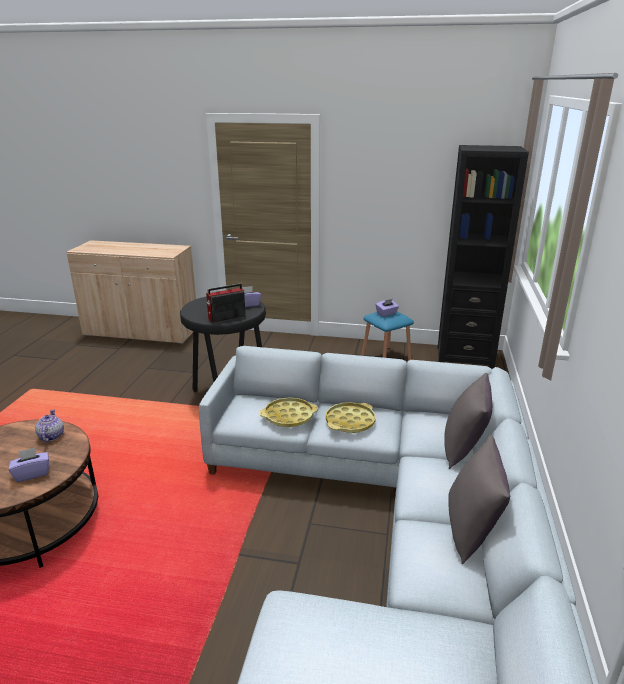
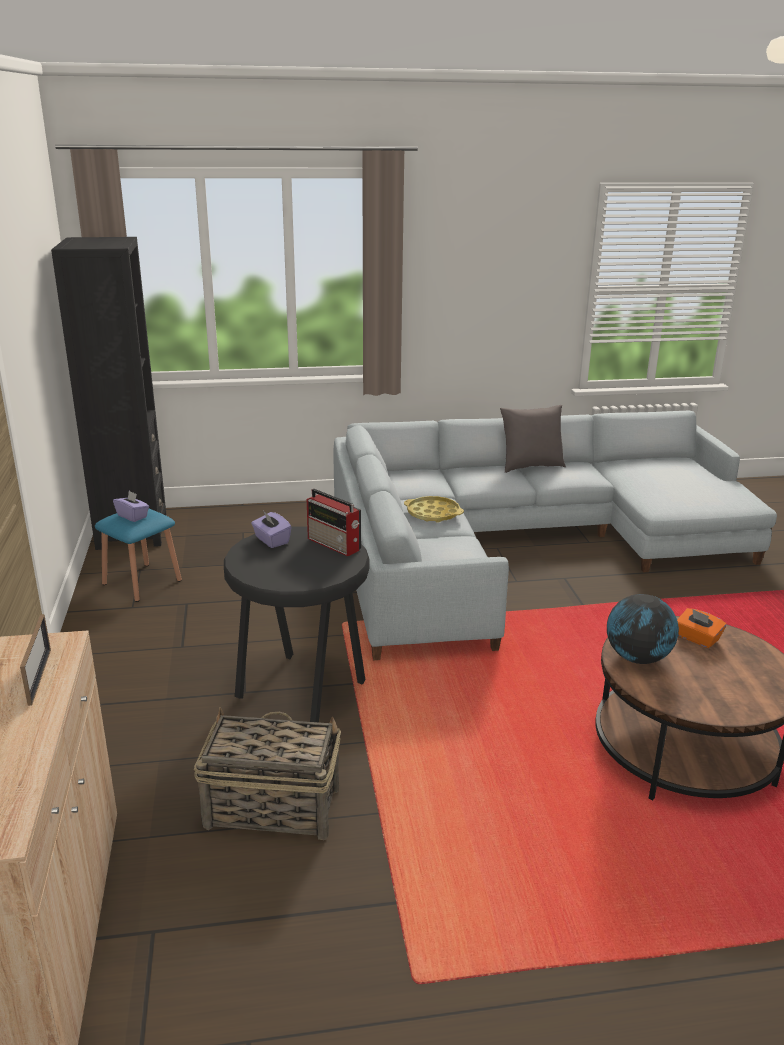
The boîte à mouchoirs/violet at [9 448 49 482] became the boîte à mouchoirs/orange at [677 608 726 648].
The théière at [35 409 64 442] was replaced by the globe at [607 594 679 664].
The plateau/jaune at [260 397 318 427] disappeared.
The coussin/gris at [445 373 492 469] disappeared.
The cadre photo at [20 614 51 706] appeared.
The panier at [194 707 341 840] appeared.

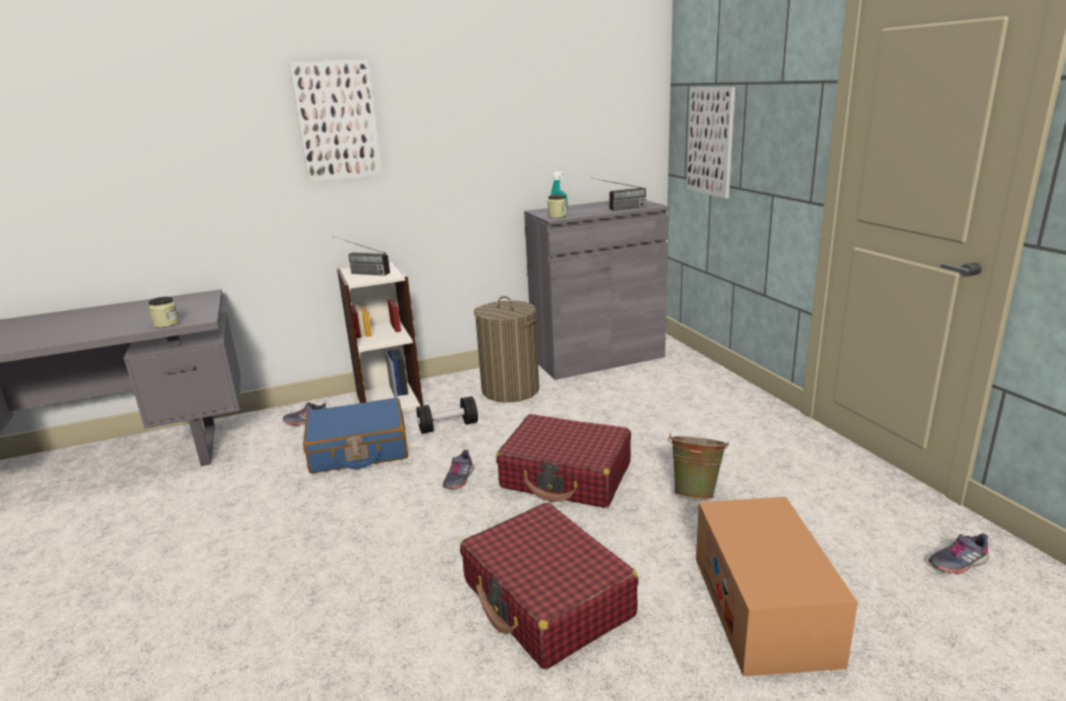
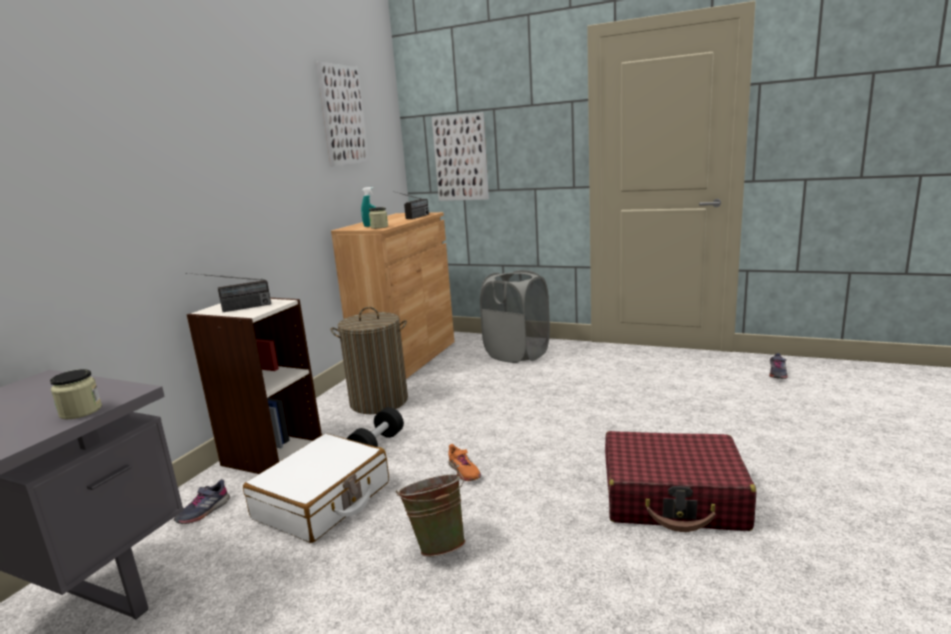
The tableau moved from [289 59 383 182] to [316 62 369 166].
The valise/bleu at [303 398 408 473] became the valise/blanc at [243 434 389 543].
The chaussure/gris at [443 450 474 489] became the chaussure/orange at [448 444 481 481].
The valise/rouge at [496 414 631 508] disappeared.
The meuble de rangement/gris at [524 200 669 380] became the meuble de rangement/marron at [331 212 454 379].
The seau/vert moved from [669 434 729 499] to [396 470 465 557].
The carton at [696 497 858 676] disappeared.
The panier à linge/gris at [480 270 550 363] appeared.

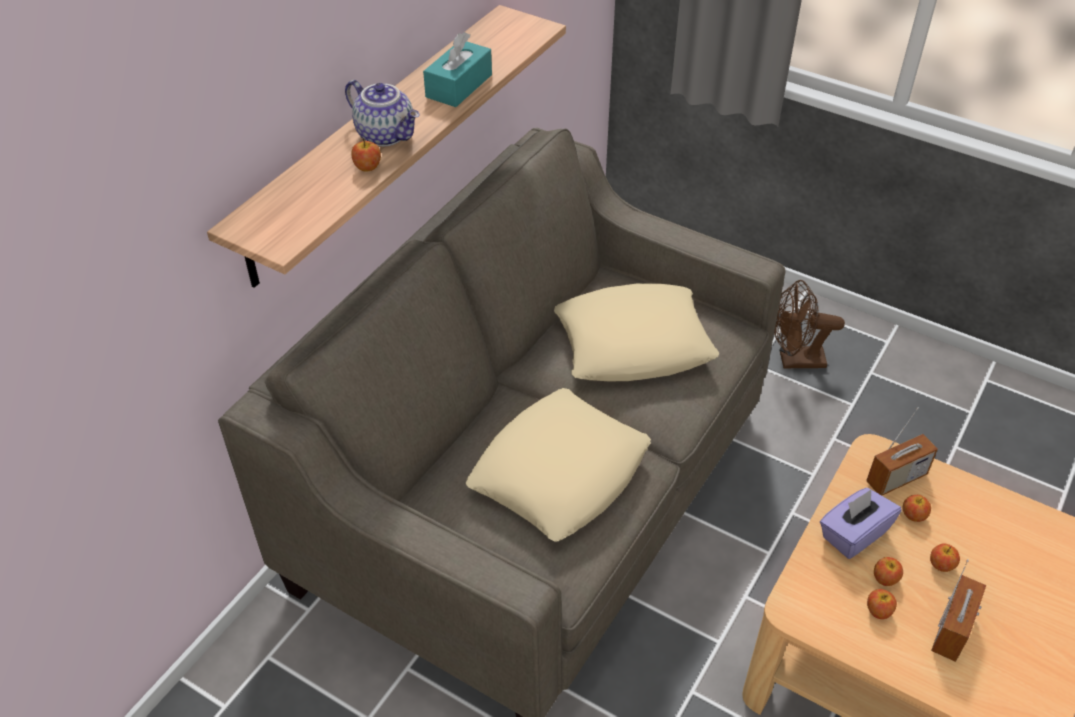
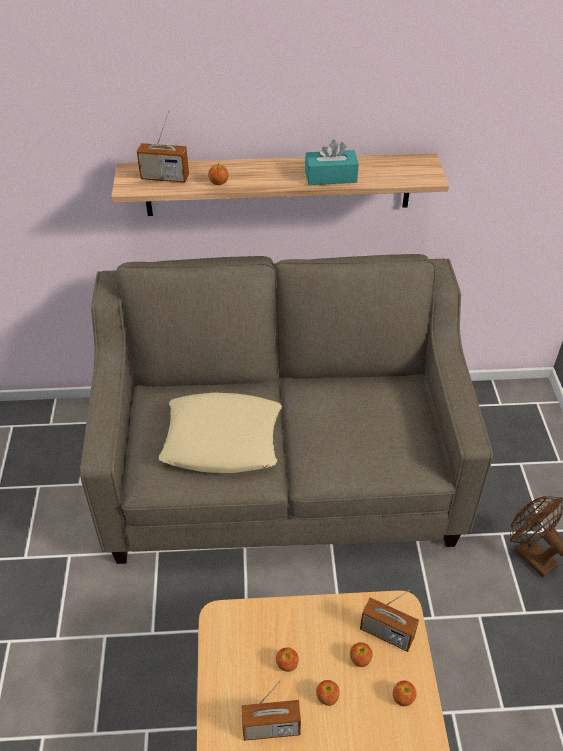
The théière at [345 80 420 146] disappeared.
The coussin/beige at [554 283 719 381] disappeared.
The boîte à mouchoirs/violet at [820 488 901 559] disappeared.
The pomme moved from [867 589 897 619] to [393 681 417 706].
The radio at [137 111 189 183] appeared.

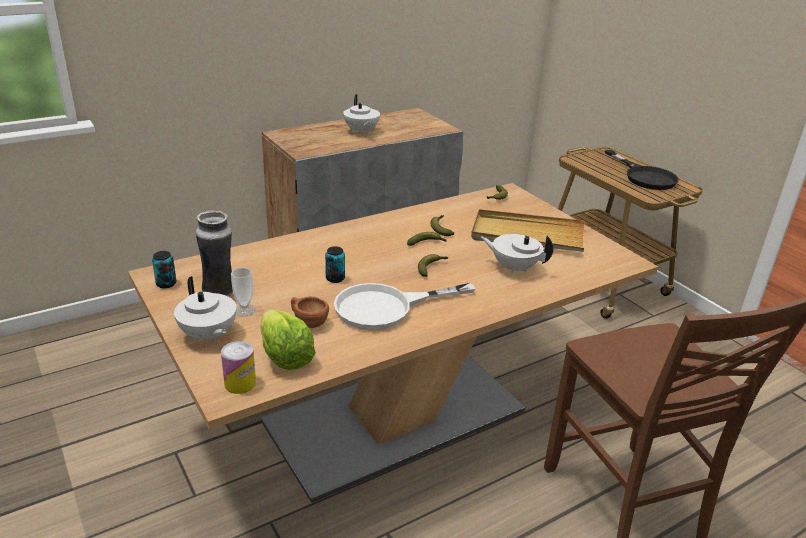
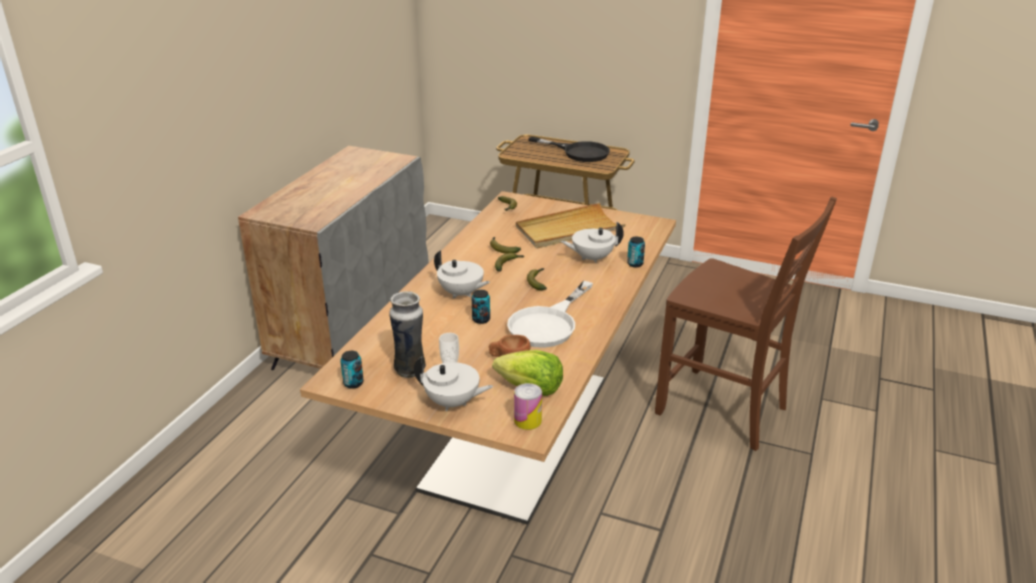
The théière/blanc moved from [343 94 380 135] to [434 250 490 299].
The boîte métallique at [627 237 645 267] appeared.

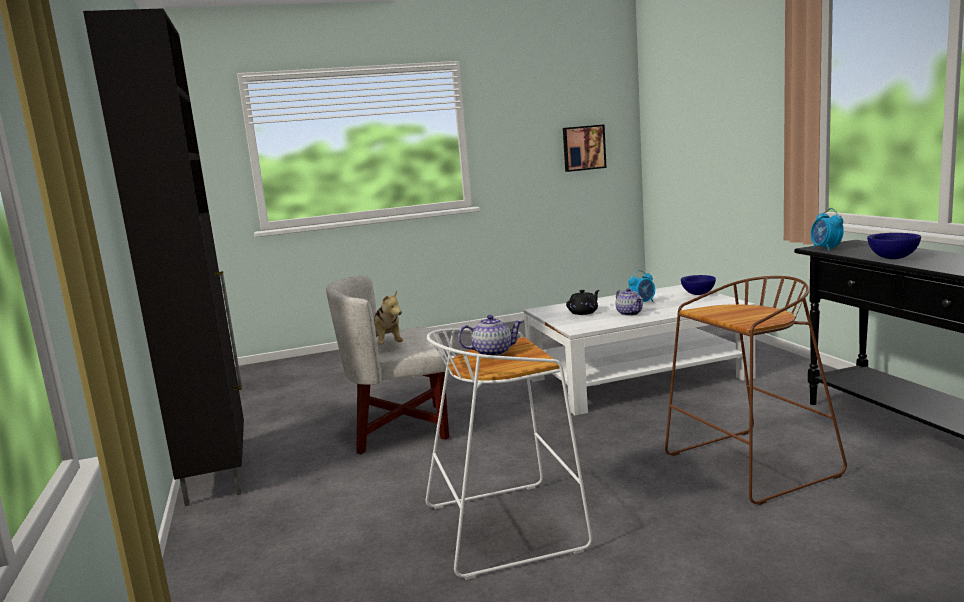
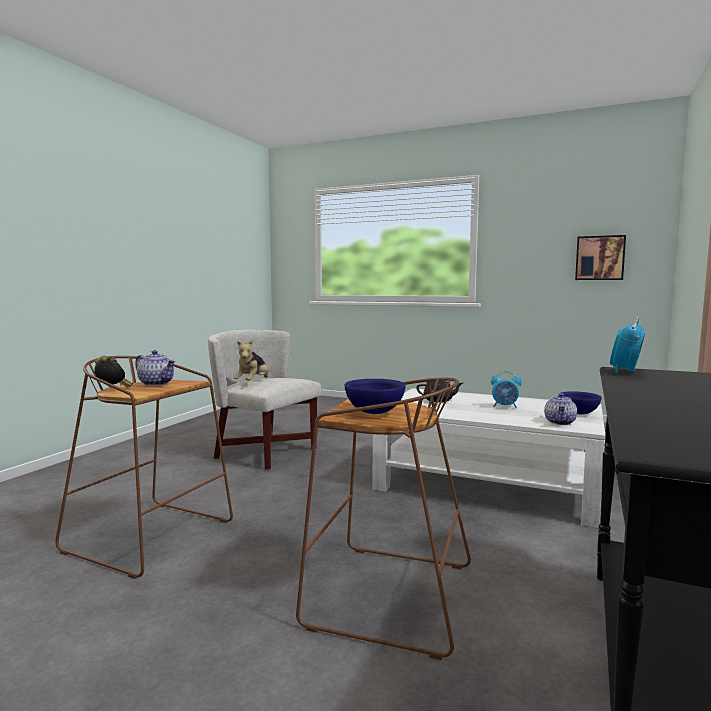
The meuble de rangement/noir at [83 8 244 506] disappeared.
The tabouret/blanc at [426 328 593 580] became the tabouret/marron at [55 356 233 579].
The théière moved from [616 288 643 316] to [544 393 577 425].
The bol/bleu moved from [867 233 921 259] to [345 379 406 414].
The réveil at [94 355 133 387] appeared.

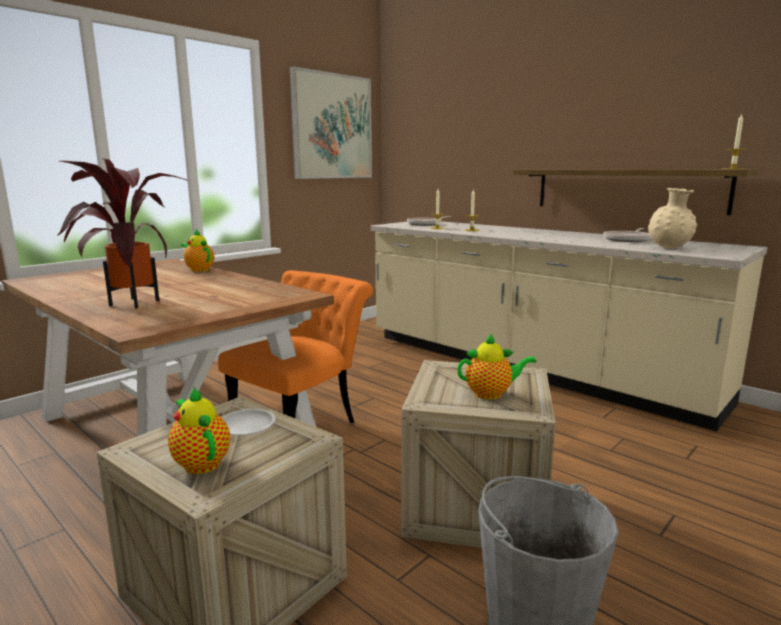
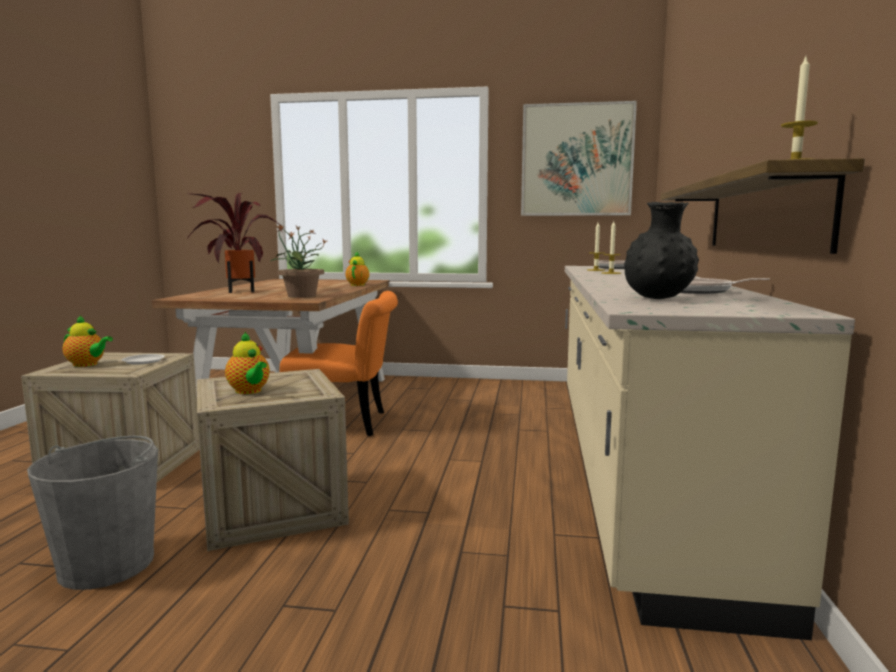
The théière at [168 387 230 474] turned 90 degrees clockwise.
The vase/beige at [648 188 697 248] became the vase/noir at [624 202 699 299].
The plante en pot at [270 225 327 298] appeared.

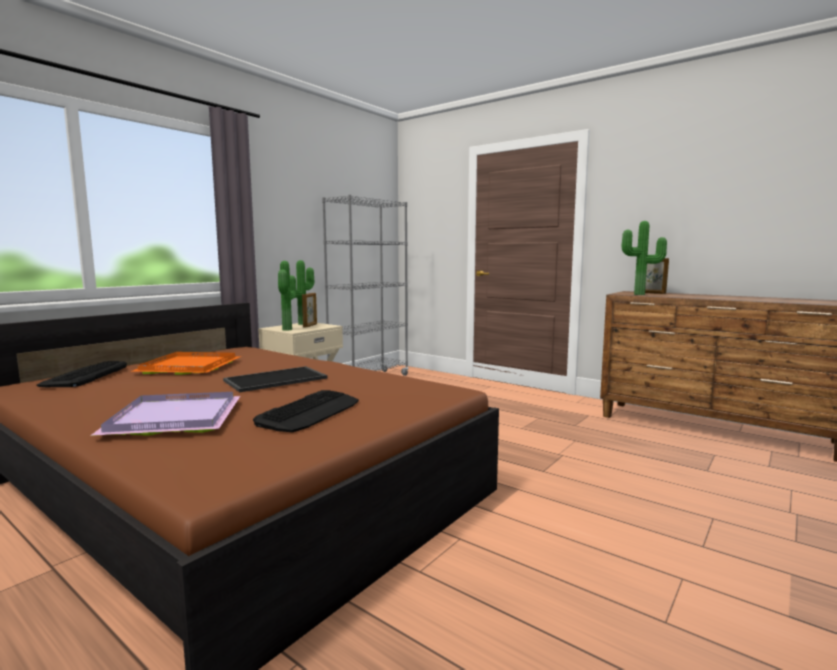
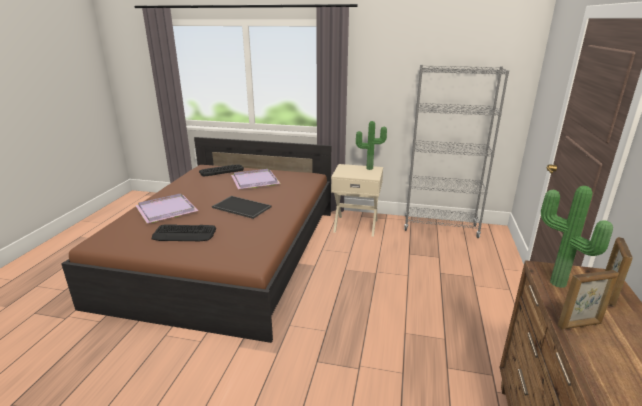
The plateau/orange at [133 352 240 375] became the plateau/violet at [231 169 281 189].
The plante en pot at [278 261 296 331] disappeared.
The cadre photo moved from [302 293 317 328] to [558 270 619 329].

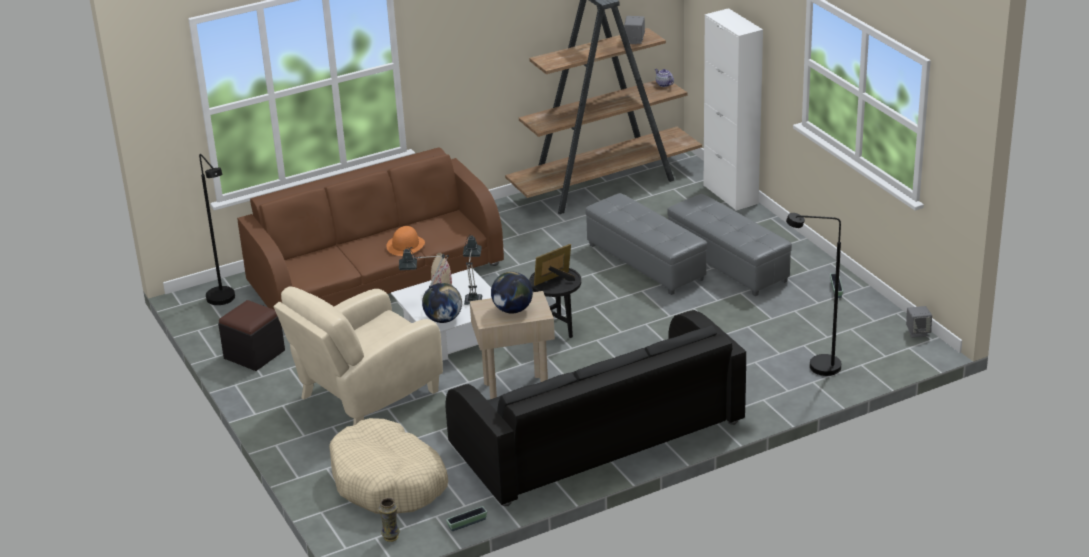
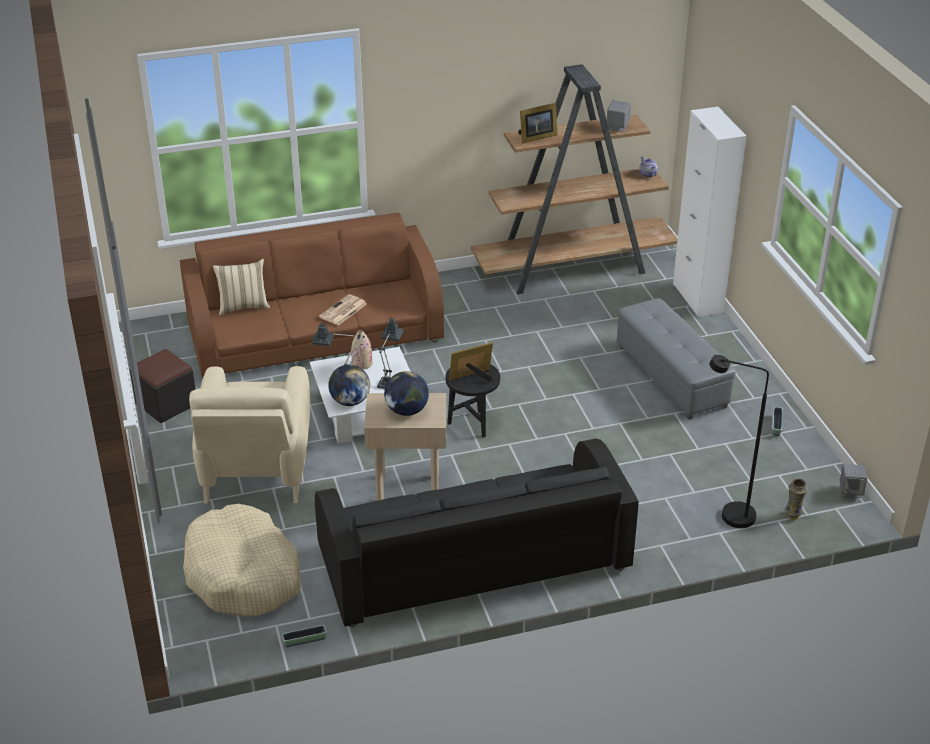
The lampadaire/noir at [199 154 235 305] disappeared.
The fauteuil/beige at [274 286 443 426] turned 60 degrees counterclockwise.
The vase moved from [378 497 400 542] to [785 478 808 520].
The chapeau/orange at [386 226 425 256] was replaced by the journal at [319 294 367 325].
The pouf/gris at [585 193 707 295] disappeared.
The coussin/beige at [213 259 270 315] appeared.
The cadre photo at [518 103 557 143] appeared.

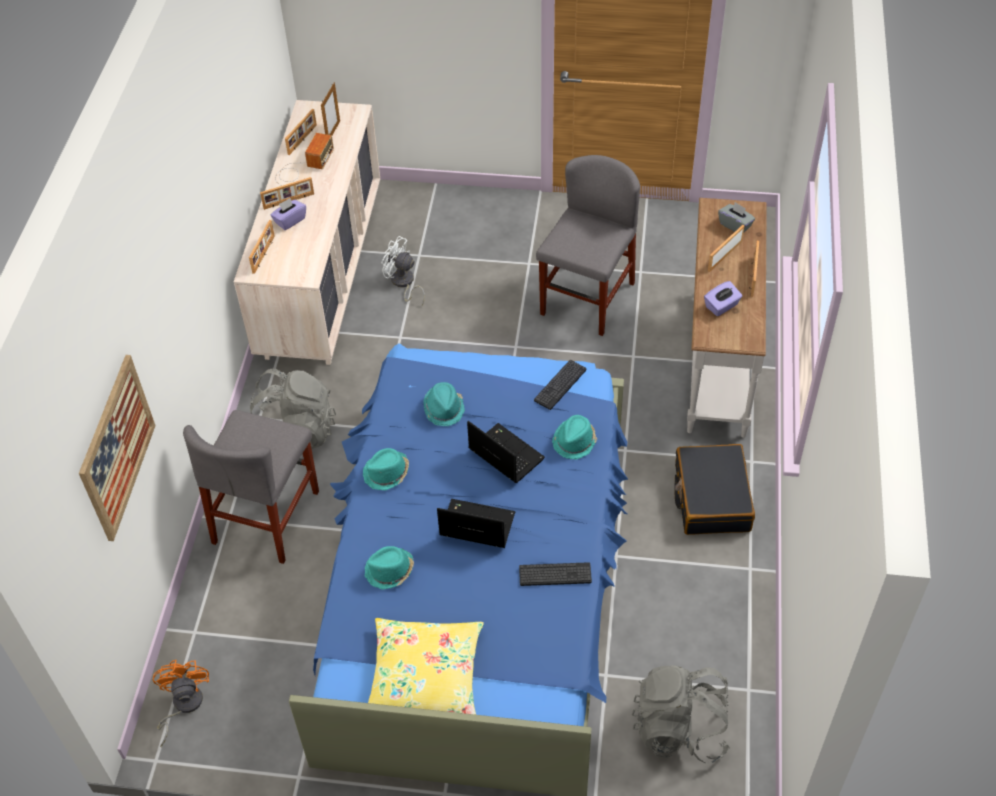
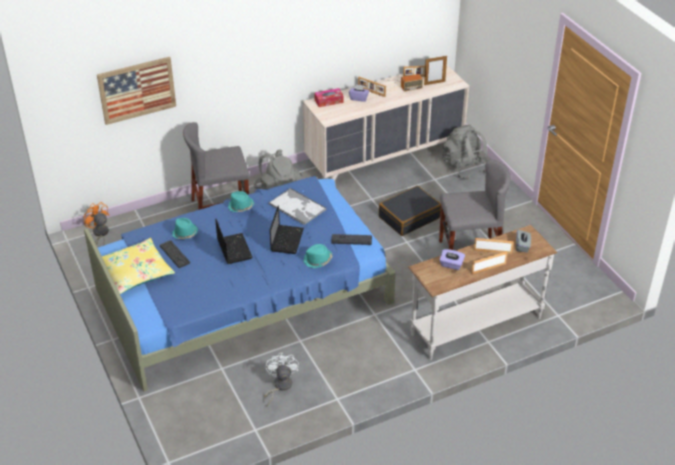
The ventilateur/orange at [153 660 209 747] turned 90 degrees counterclockwise.
The cadre photo at [249 220 275 274] was replaced by the boîte à mouchoirs at [315 88 343 107].
The ventilateur/blanc moved from [381 236 425 306] to [264 353 299 406].
The chapeau/turquoise at [423 382 465 426] was replaced by the plateau at [269 188 326 225].
The clavier moved from [519 562 592 586] to [160 240 190 268].
The sac à dos/gris moved from [632 665 730 763] to [442 125 488 180].
The valise/noir moved from [674 444 755 535] to [379 186 441 236].

